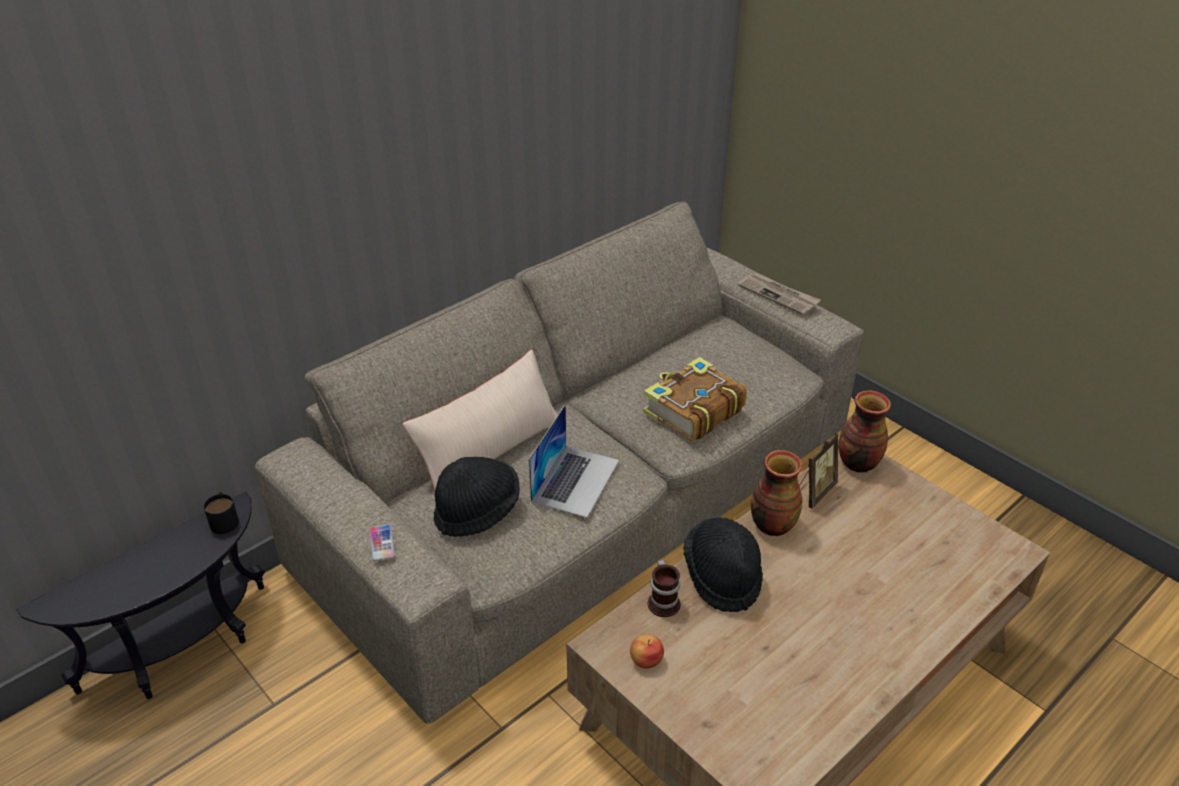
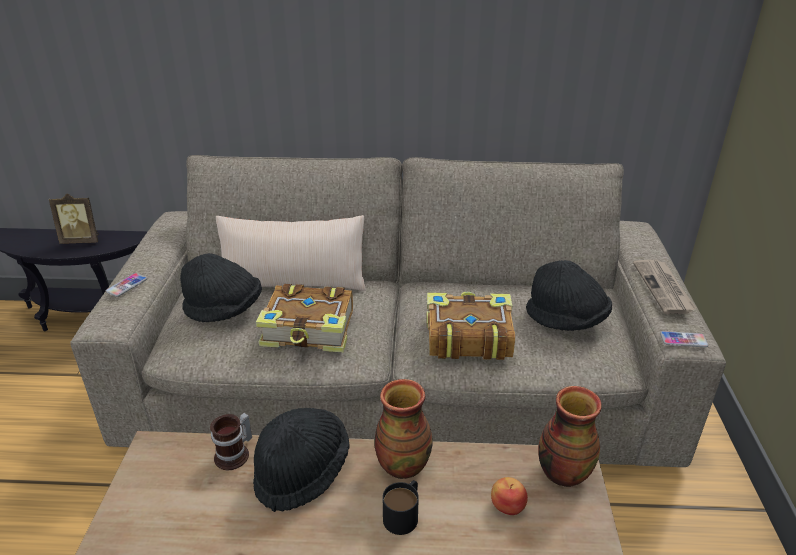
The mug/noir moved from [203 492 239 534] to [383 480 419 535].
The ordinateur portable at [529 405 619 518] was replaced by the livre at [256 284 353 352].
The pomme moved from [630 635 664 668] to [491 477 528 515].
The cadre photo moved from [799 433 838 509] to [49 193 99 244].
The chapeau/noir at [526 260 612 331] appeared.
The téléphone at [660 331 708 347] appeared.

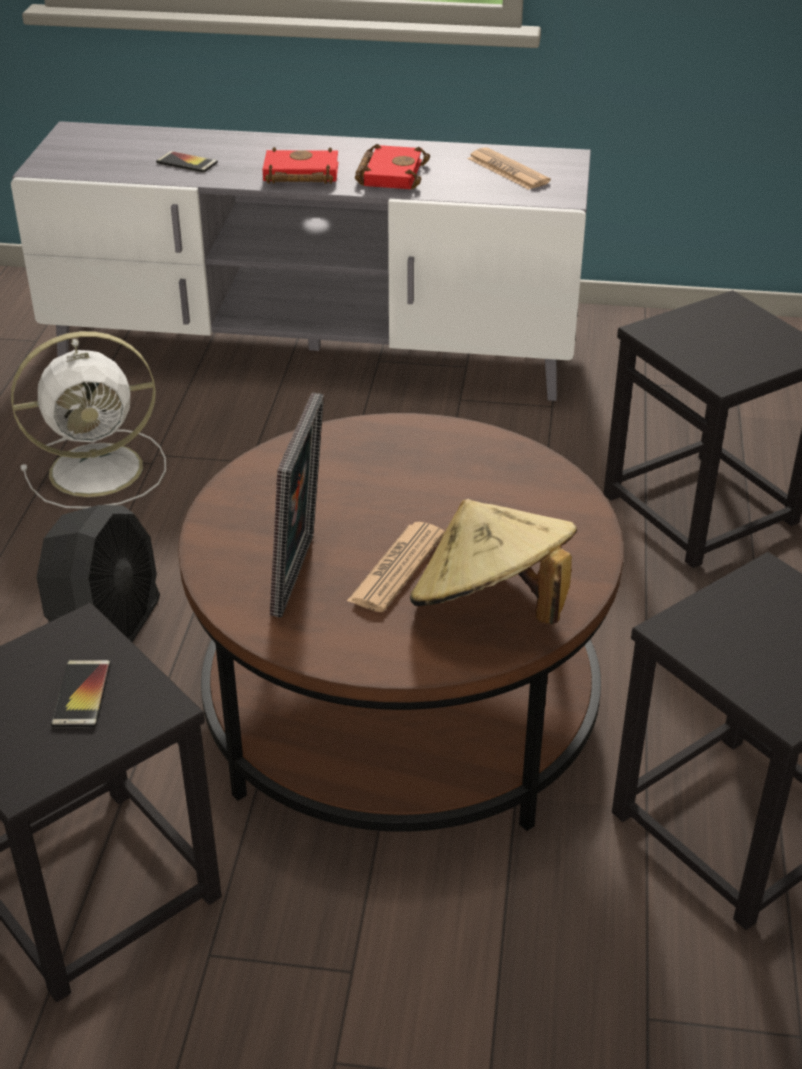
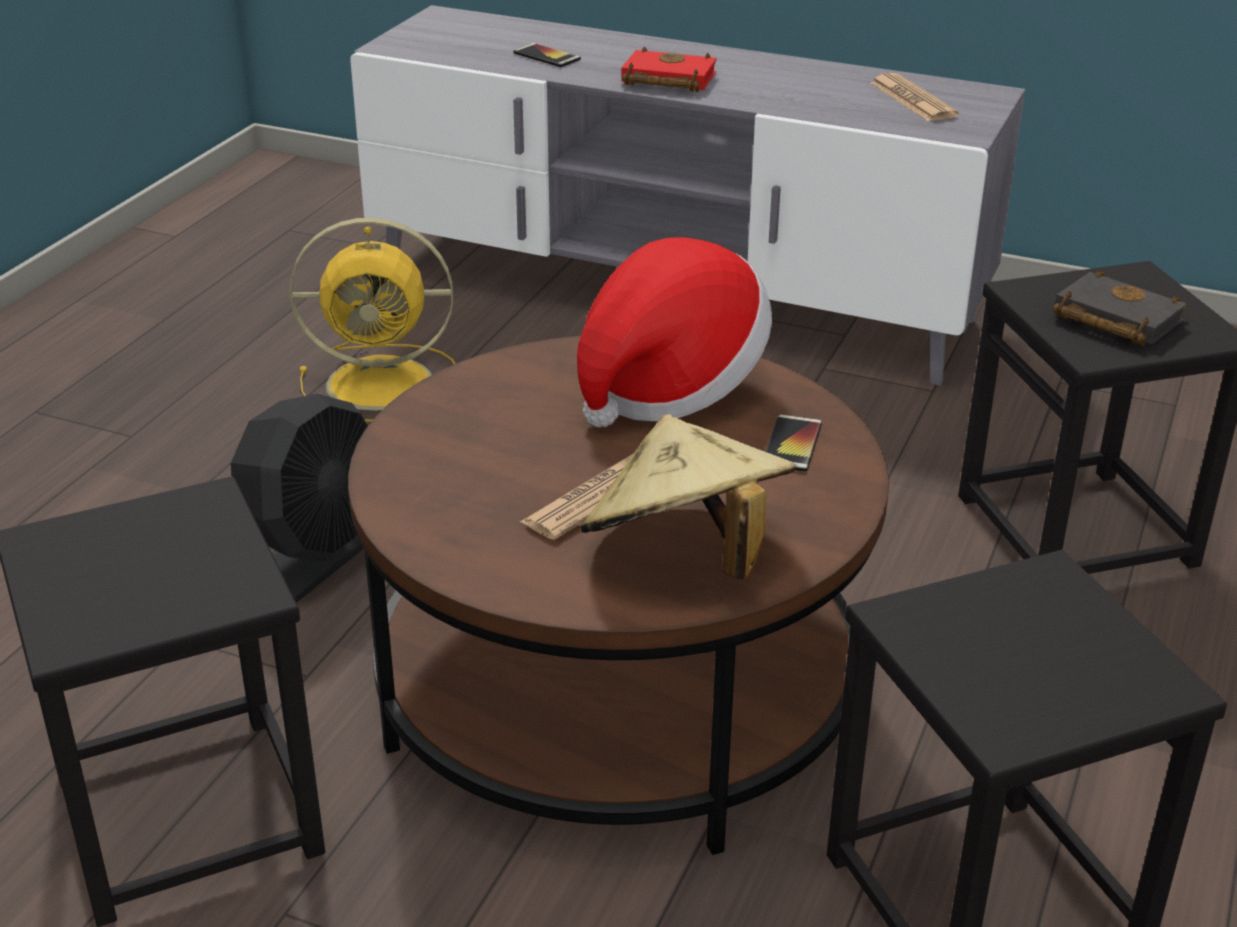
The ventilateur/blanc at [11 331 166 509] became the ventilateur/jaune at [290 218 456 422].
The téléphone moved from [51 660 111 727] to [765 414 822 472].
The cadre photo at [270 392 324 618] disappeared.
The livre/rouge at [355 144 430 189] disappeared.
The chapeau at [577 237 772 427] appeared.
The livre/noir at [1053 270 1187 346] appeared.

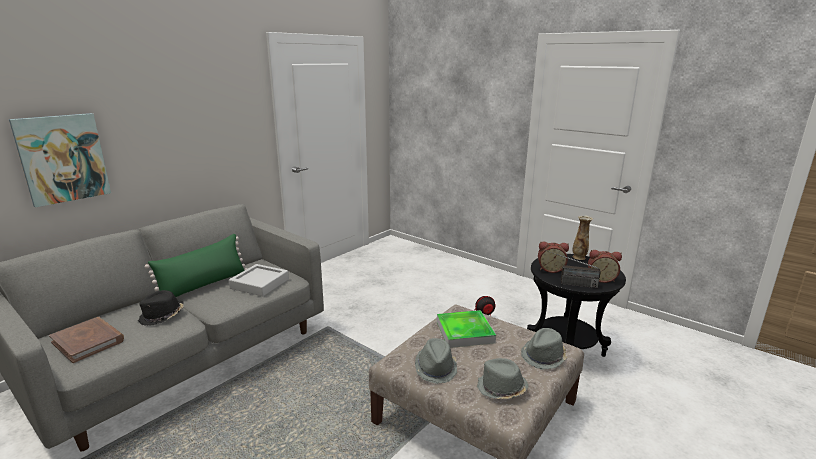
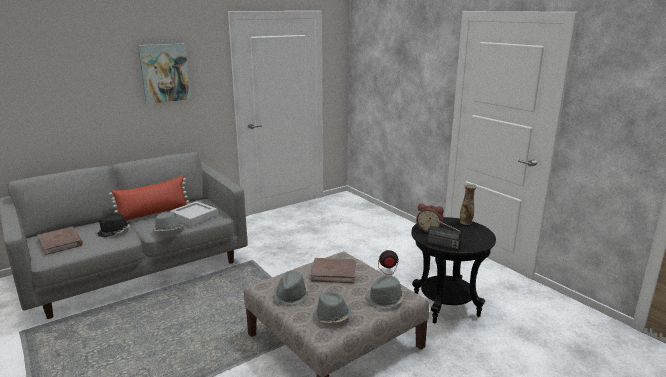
The tableau moved from [9 113 111 207] to [138 43 191 104].
The coussin/vert at [145 234 247 297] became the coussin/rouge at [109 176 189 221].
The plateau at [437 310 496 348] was replaced by the livre/marron at [311 258 356 283].
The réveil at [588 250 622 283] disappeared.
The chapeau/gris at [153 212 184 231] appeared.

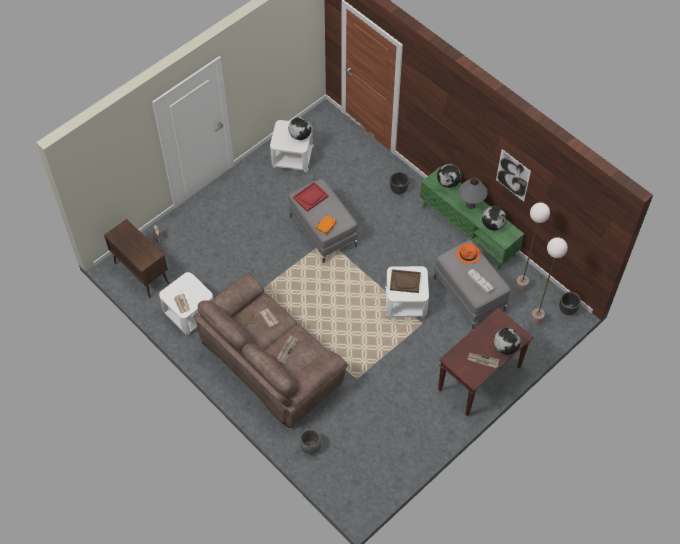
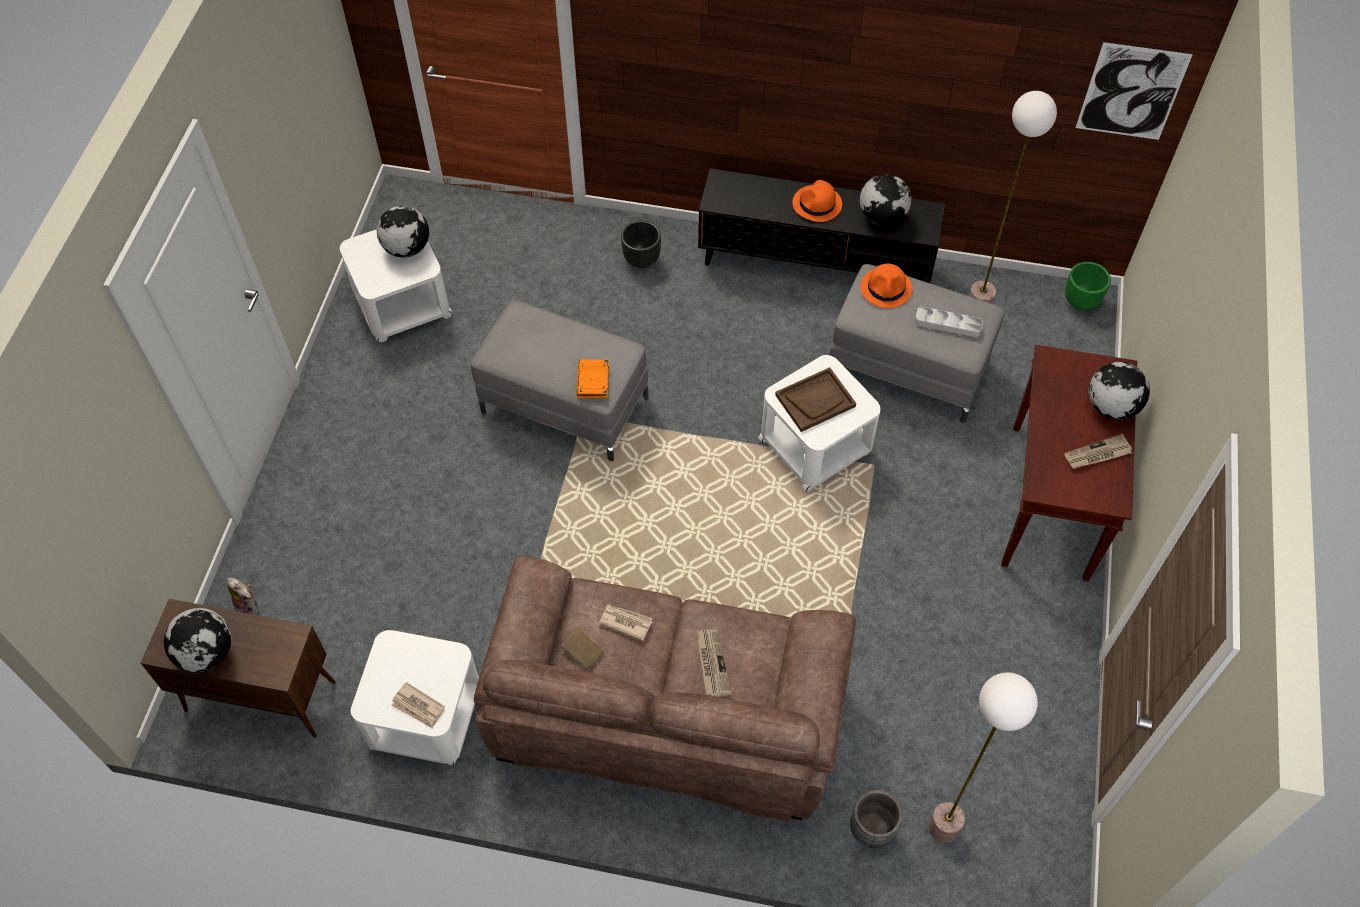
The plateau/rouge at [293 182 329 212] disappeared.
The meuble télé/vert at [420 167 524 269] became the meuble télé/noir at [698 168 945 283].
The globe moved from [437 164 461 188] to [164 608 232 673].
The lampe de table/gris at [458 178 487 209] was replaced by the chapeau/orange at [792 180 842 222].
The tableau moved from [496 149 531 201] to [1076 42 1193 140].
The lampadaire moved from [531 237 568 326] to [929 672 1038 843].
The cache-pot/noir at [559 292 581 315] became the cache-pot/vert at [1065 262 1111 310].

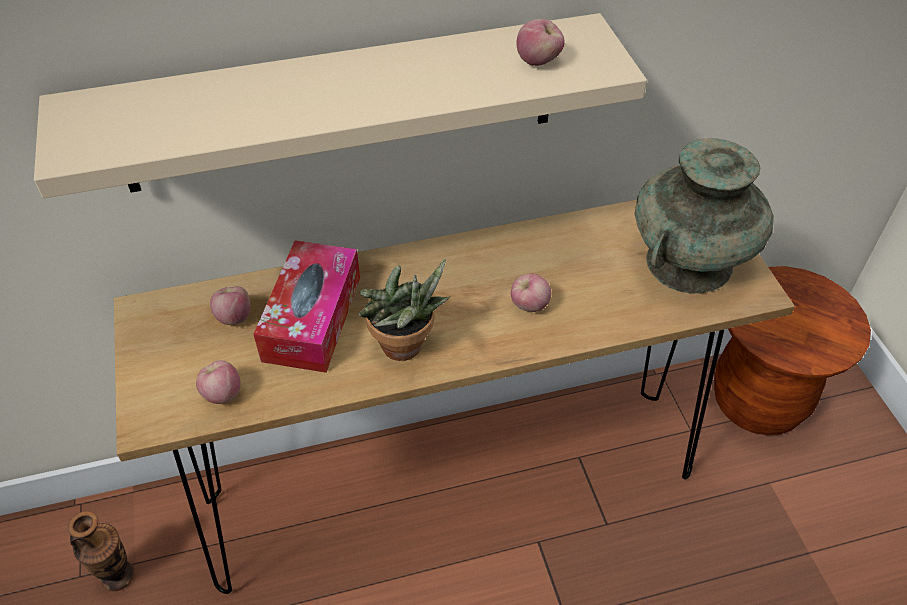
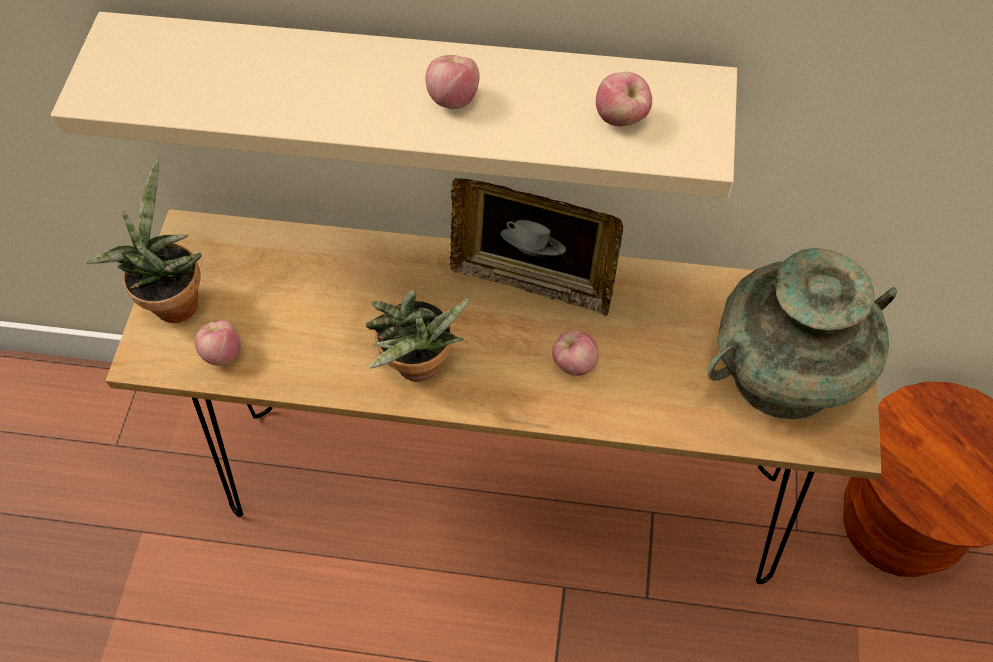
The vase at [68 511 135 591] disappeared.
The pomme moved from [210 286 250 325] to [425 55 479 109].
The boîte à mouchoirs at [253 241 360 373] disappeared.
The plante en pot at [87 158 202 323] appeared.
The cadre photo at [450 178 623 316] appeared.

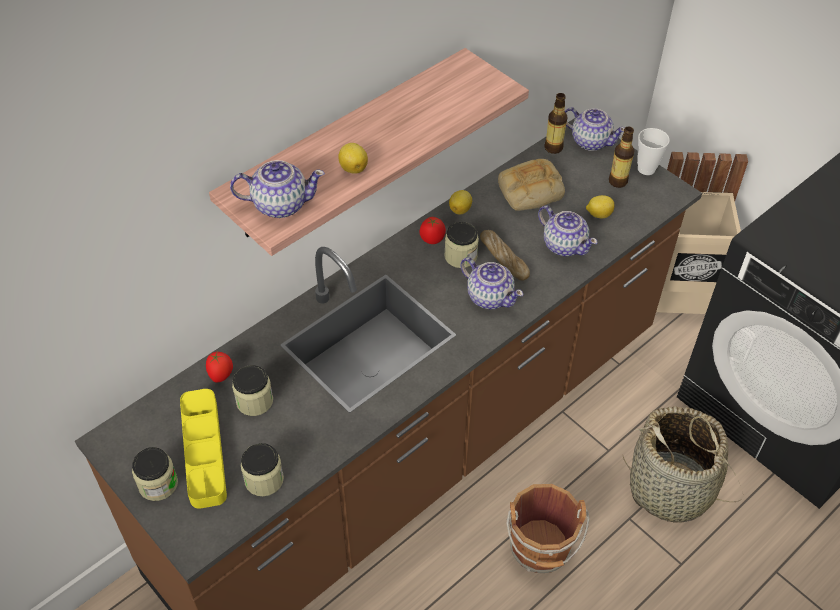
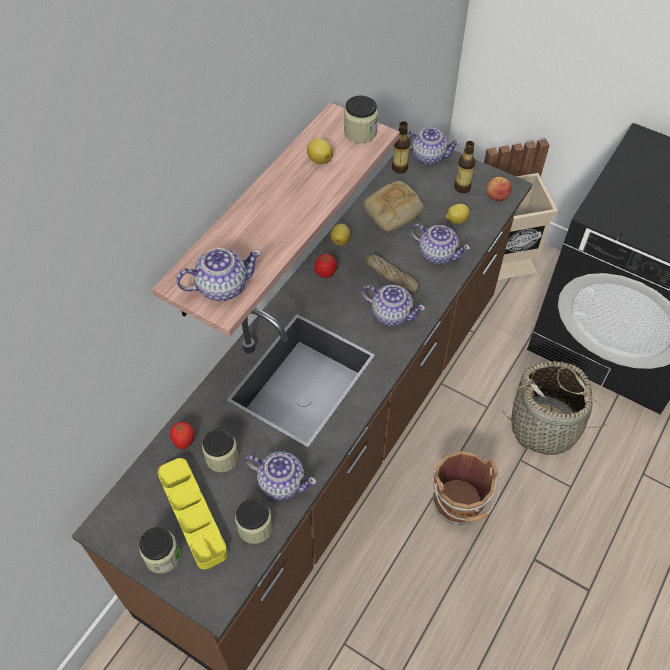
The citron moved from [338 143 368 174] to [307 138 333 164].
The bocal moved from [444 222 479 268] to [344 95 378 143].
The tasse at [637 128 670 175] disappeared.
The théière at [245 452 317 500] appeared.
The pomme at [486 177 511 201] appeared.

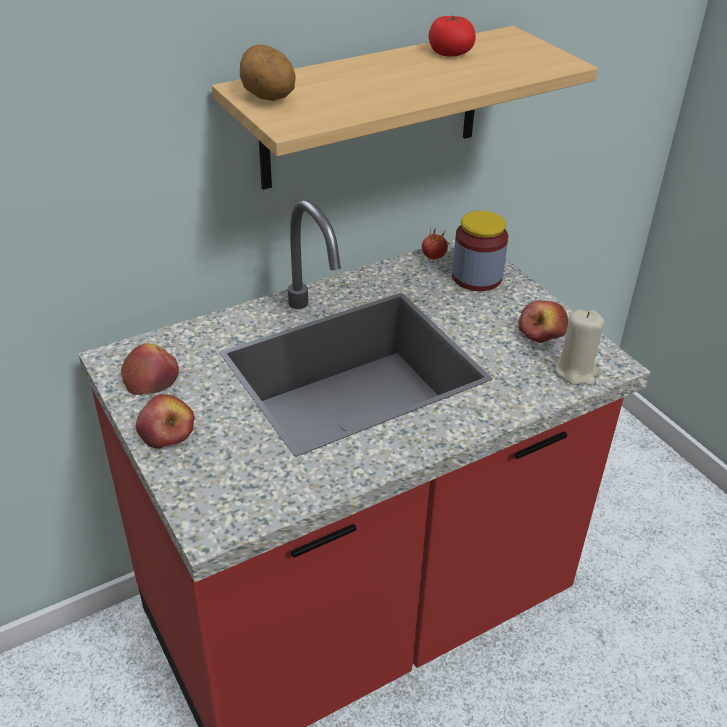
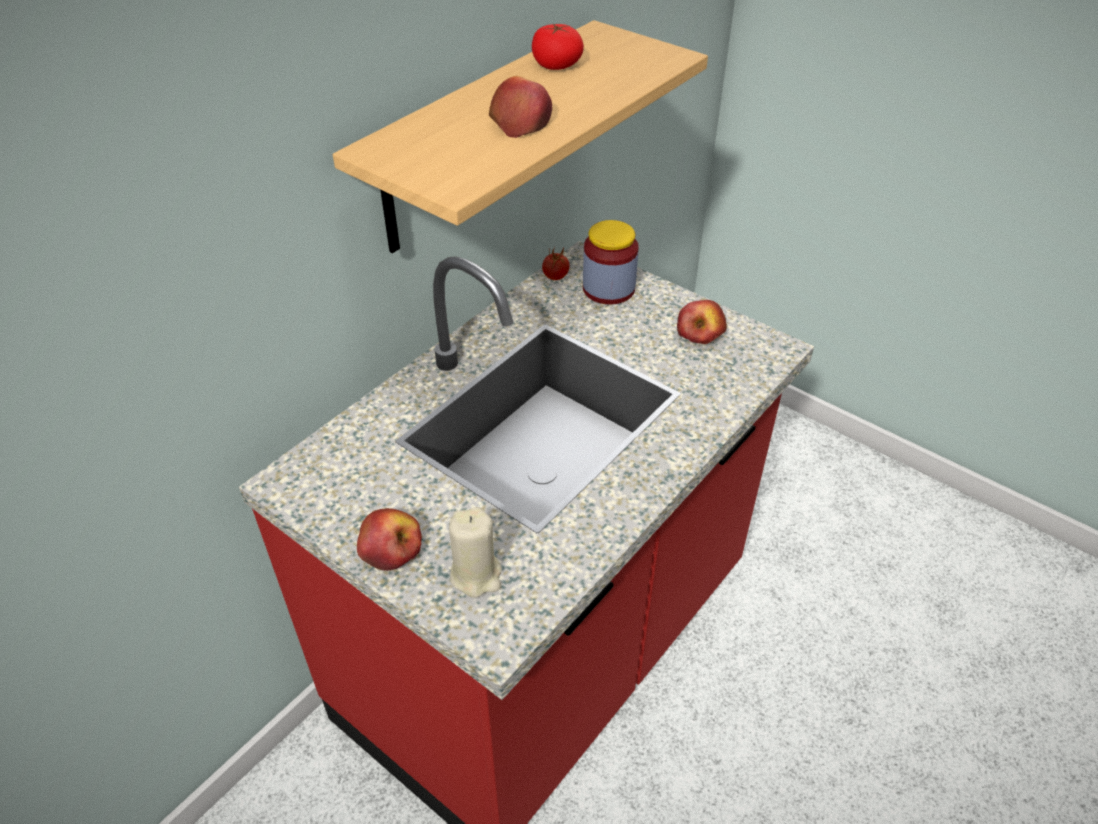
The pomme moved from [121 343 179 395] to [489 76 552 138].
The pomme de terre at [240 45 296 101] disappeared.
The bougie/beige moved from [555 310 604 385] to [449 507 502 598].

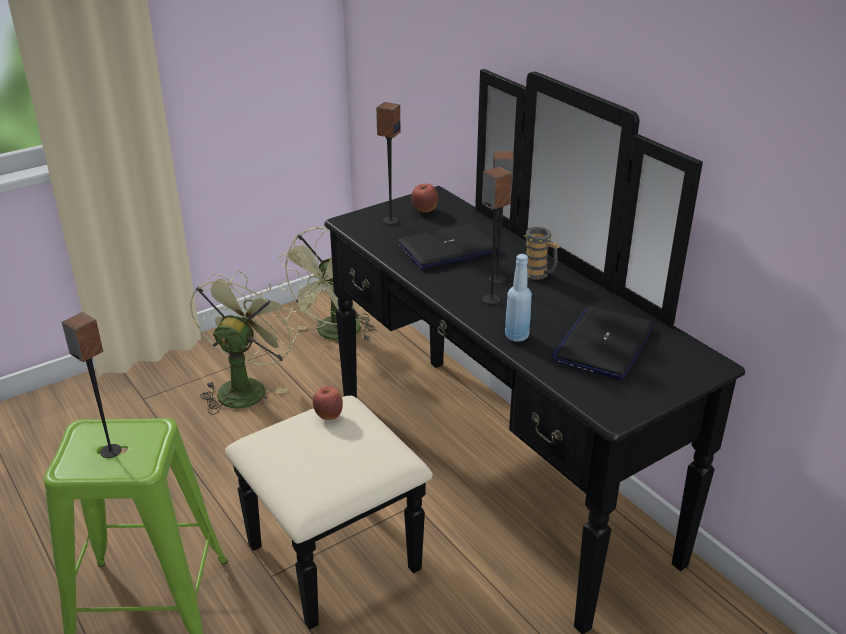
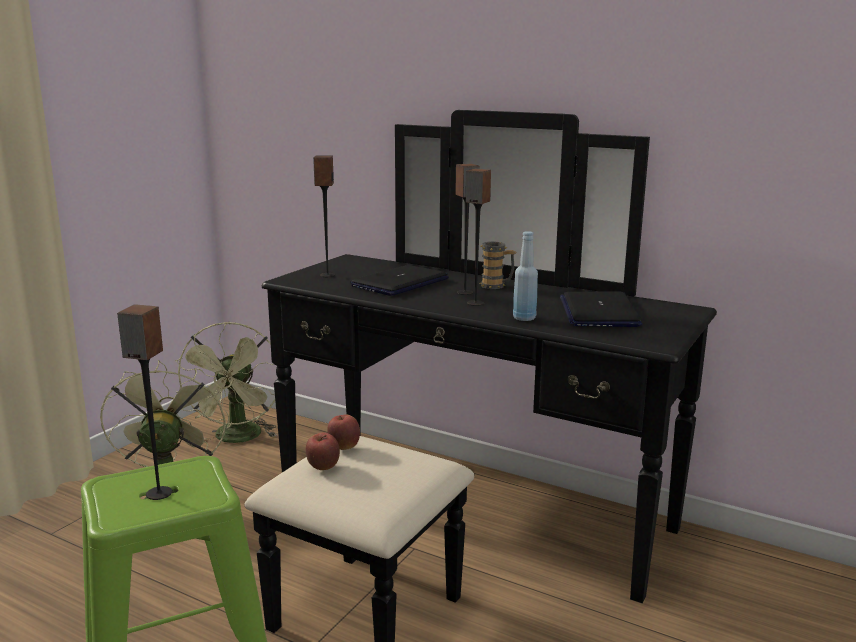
The pomme moved from [411 183 438 212] to [306 432 340 470].

